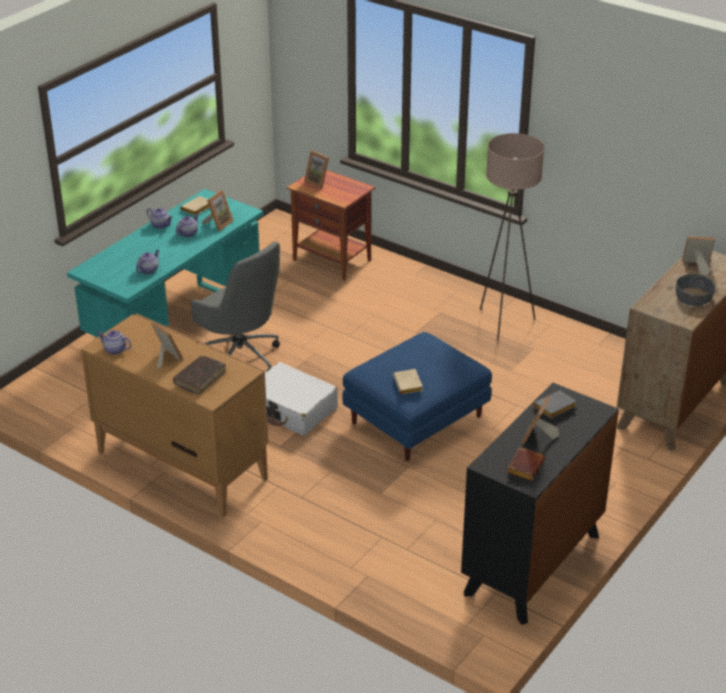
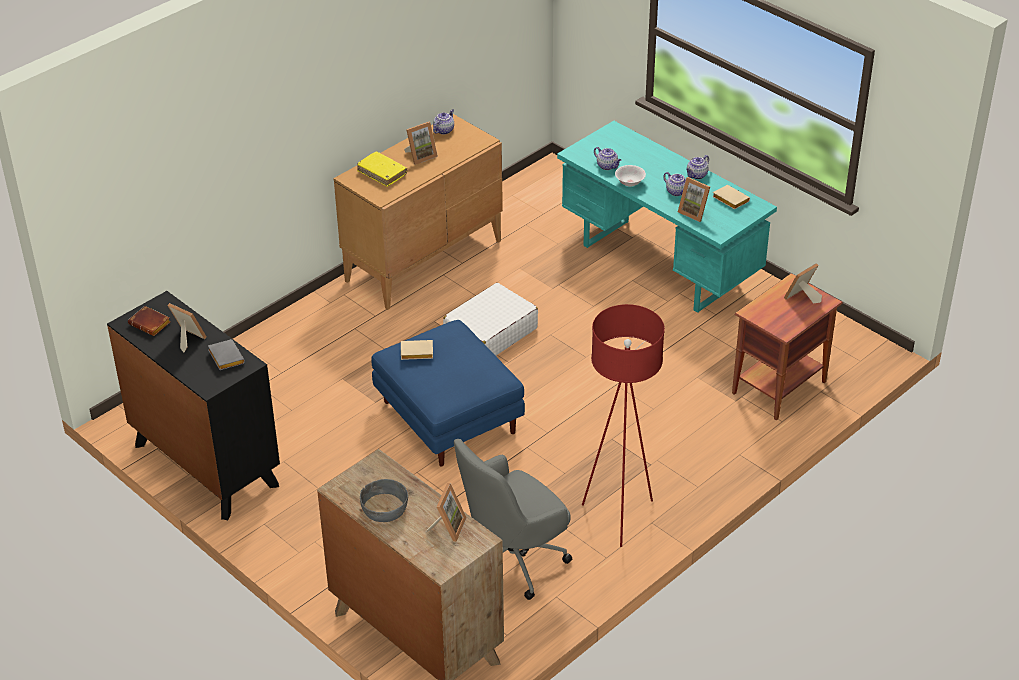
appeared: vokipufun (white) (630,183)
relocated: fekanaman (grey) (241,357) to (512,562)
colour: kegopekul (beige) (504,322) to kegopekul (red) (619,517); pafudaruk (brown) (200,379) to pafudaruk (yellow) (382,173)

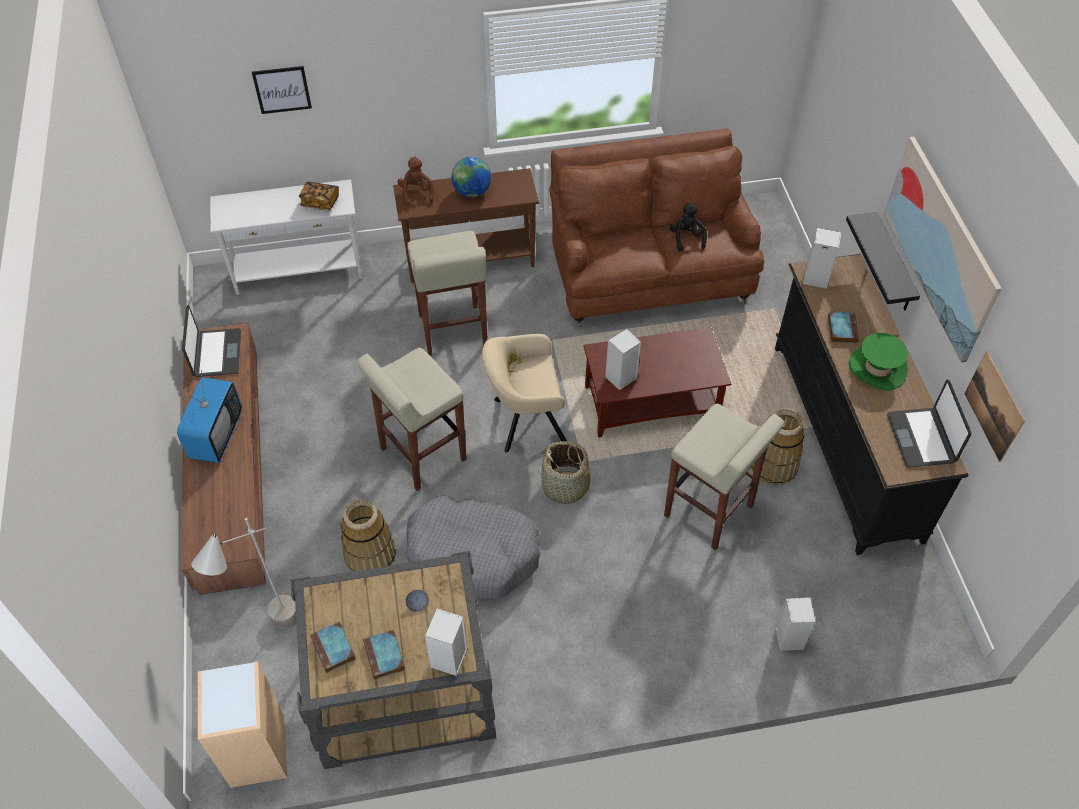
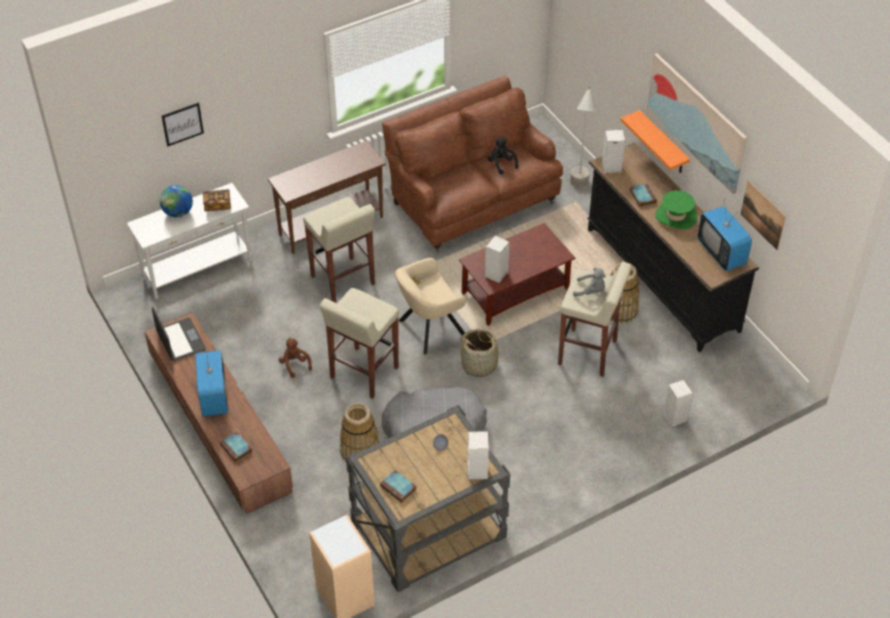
appeared: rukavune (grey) (591,291)
relocated: rukavune (brown) (416,193) to (295,364); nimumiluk (472,192) to (178,212); kegopekul (grey) (272,637) to (578,192); pafudaruk (385,657) to (236,449)
exchanged: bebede (921,438) to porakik (721,253)
colour: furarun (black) (893,265) to furarun (orange) (663,143)

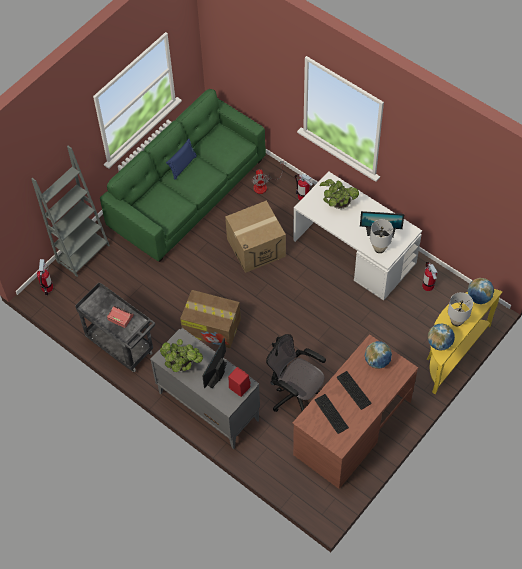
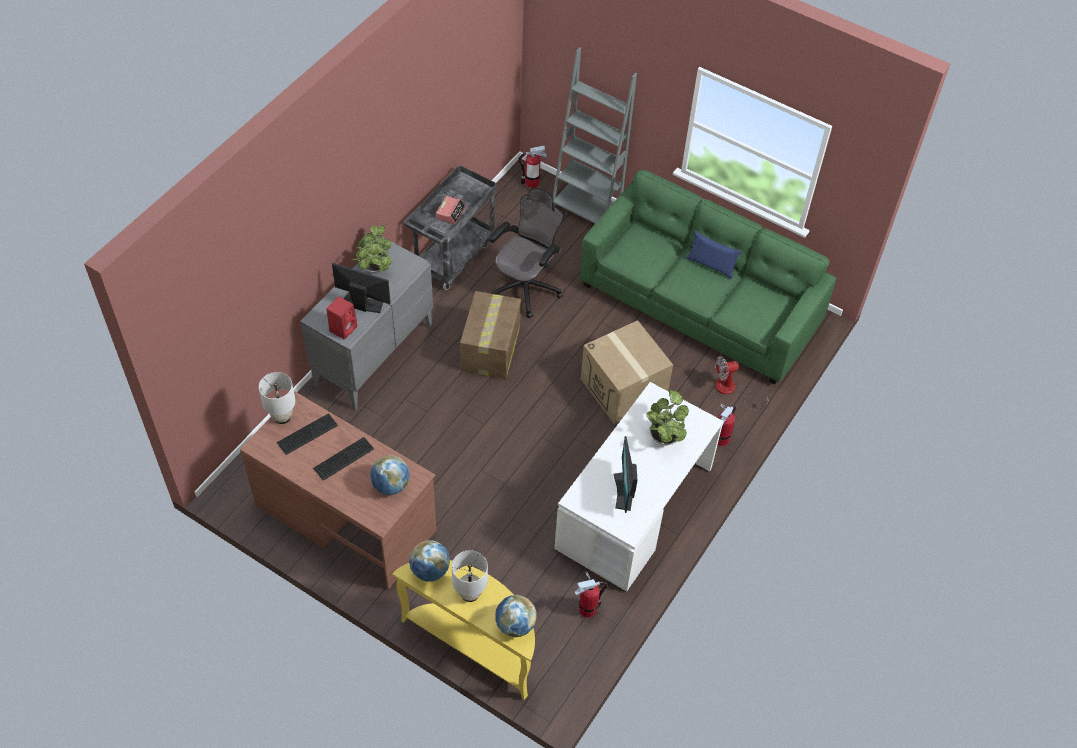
relocated: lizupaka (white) (379,248) to (282,417); fekanaman (296,395) to (526,288)

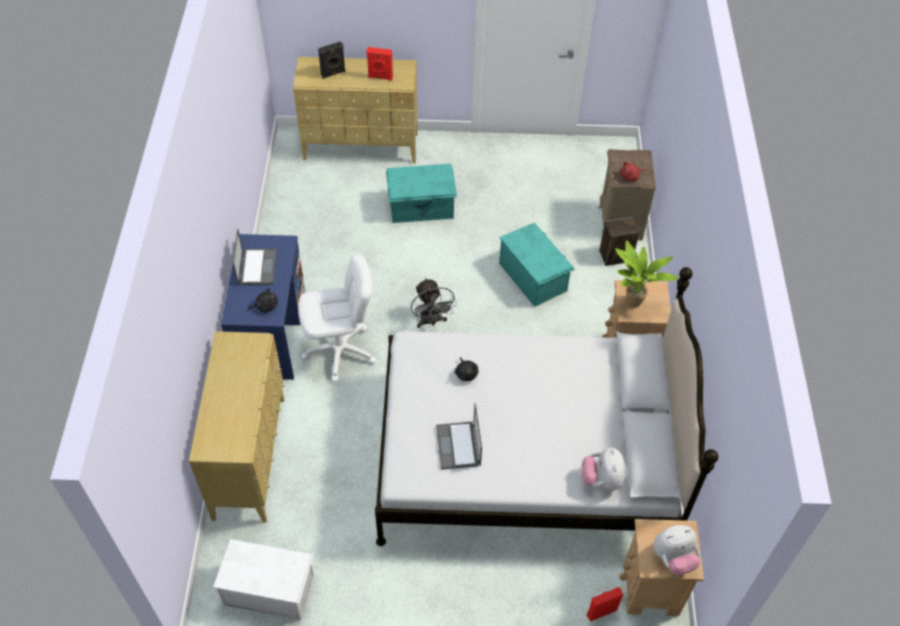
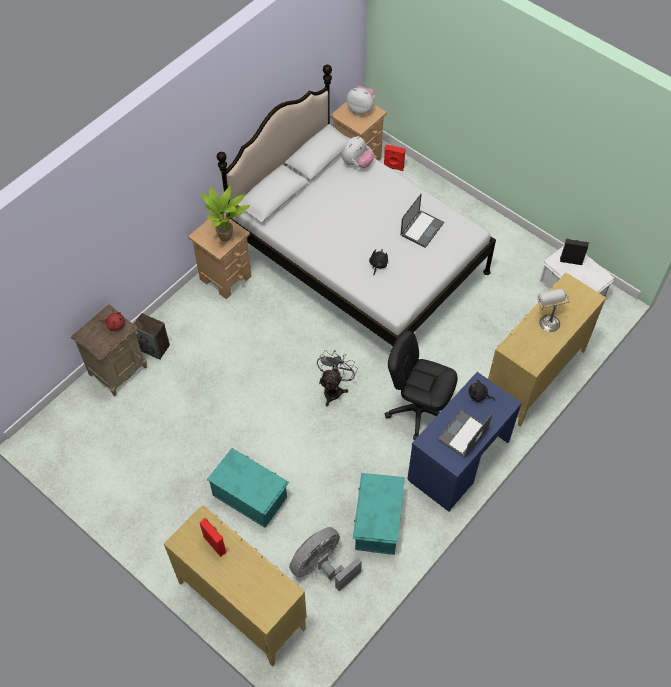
appeared: lizupaka (white) (547,319); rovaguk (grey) (322,566)
relocated: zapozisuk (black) (333,74) to (571,260); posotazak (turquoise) (533,276) to (377,522)
colour: fekanaman (white) (340,351) to fekanaman (black) (418,410)

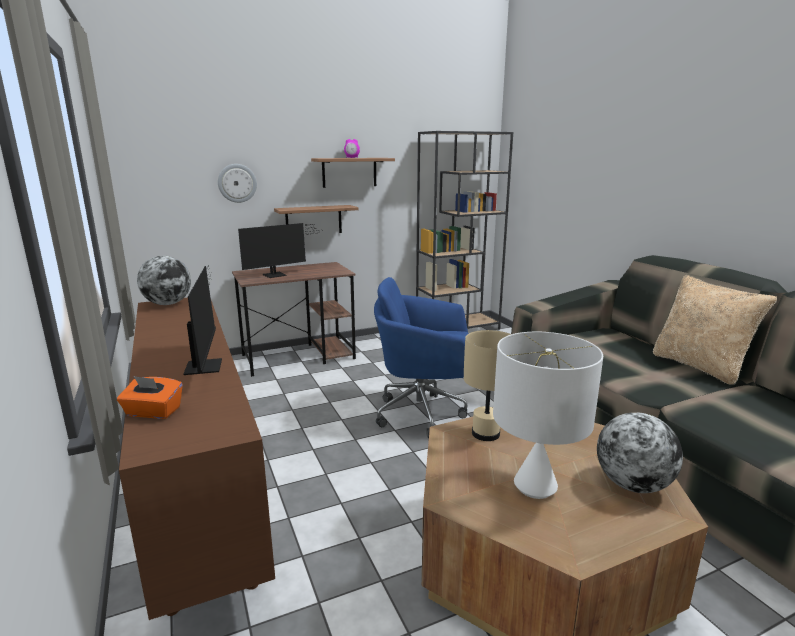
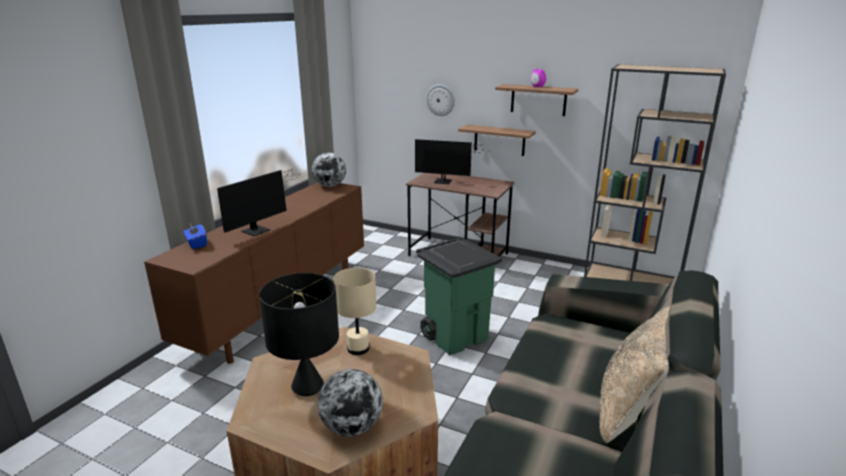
exchanged: fekanaman (blue) (424,414) to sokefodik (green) (455,336)
colour: lizupaka (white) (535,488) to lizupaka (black) (307,388); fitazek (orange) (153,412) to fitazek (blue) (196,244)

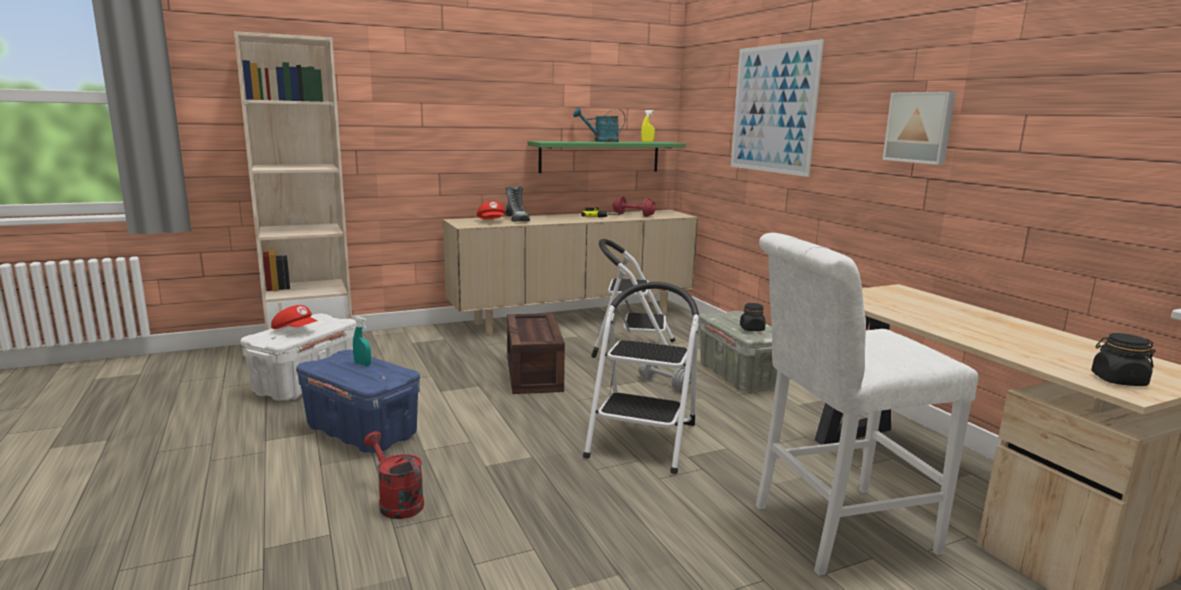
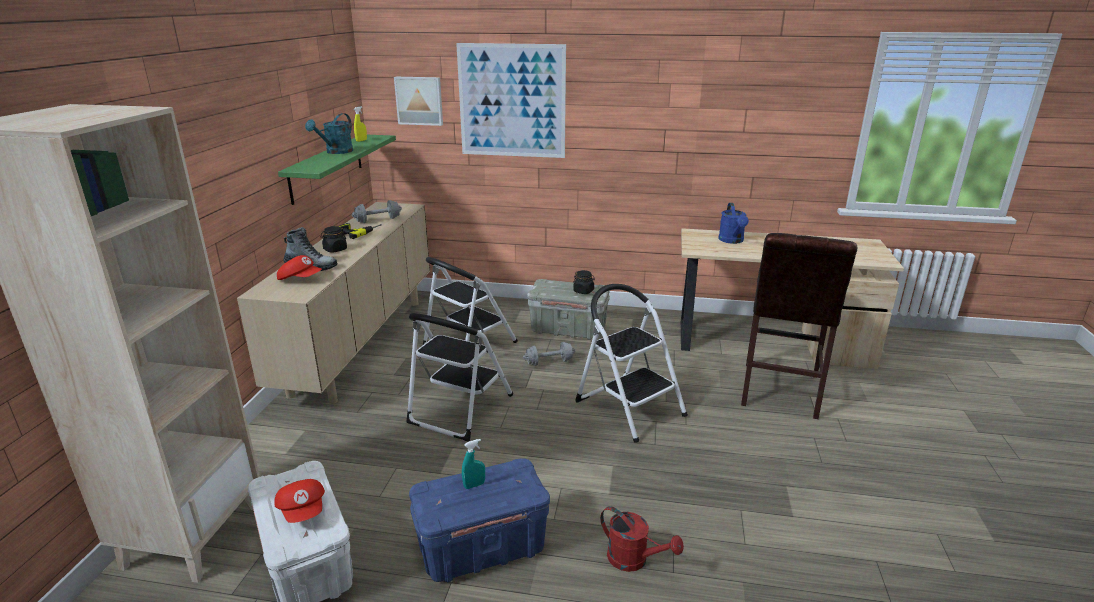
appeared: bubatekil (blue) (732,241)
relocated: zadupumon (920,127) to (419,100); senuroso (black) (1118,380) to (335,249)
exchanged: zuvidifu (532,373) to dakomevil (458,410)
colour: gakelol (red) (633,215) to gakelol (grey) (378,220); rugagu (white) (833,528) to rugagu (brown) (778,393)
spun: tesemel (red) (296,330) = (303,510) 90 degrees clockwise; bubatekil (red) (396,502) = (634,560) 135 degrees counterclockwise

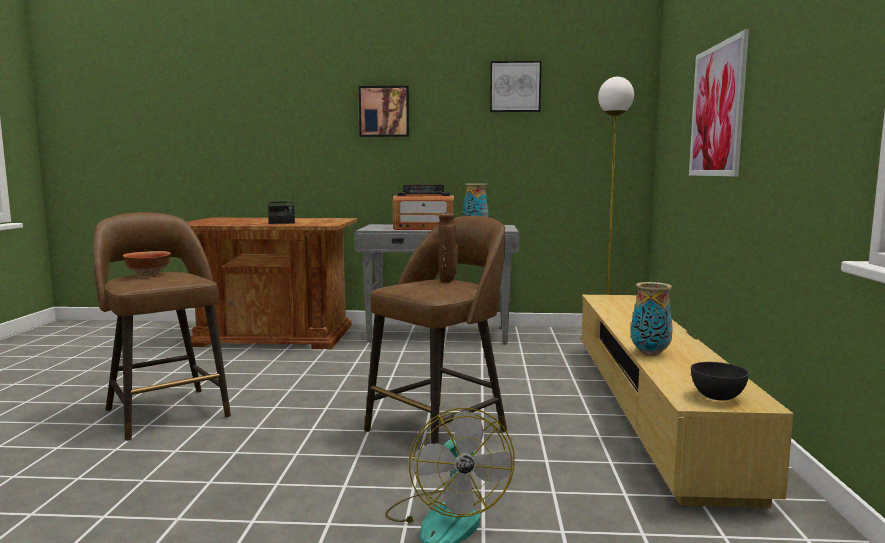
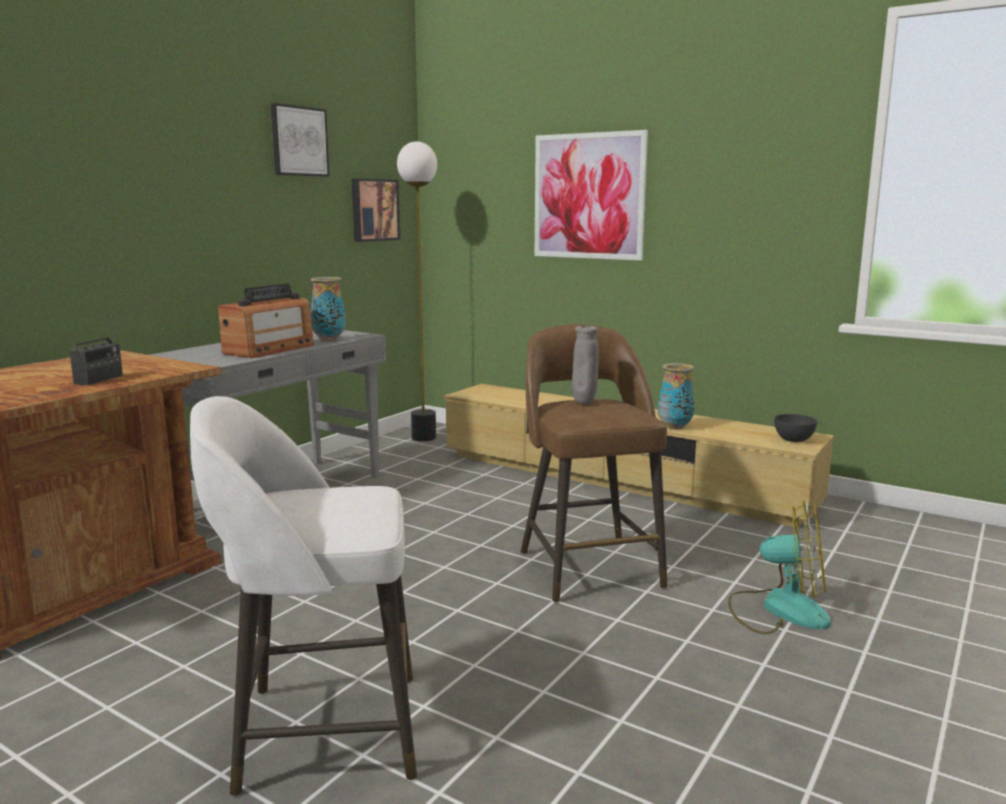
missing: vokipufun (149,274)
relocated: zadupumon (384,111) to (374,210)
colour: rugagu (brown) (166,412) to rugagu (white) (323,731); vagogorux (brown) (448,281) to vagogorux (grey) (584,403)

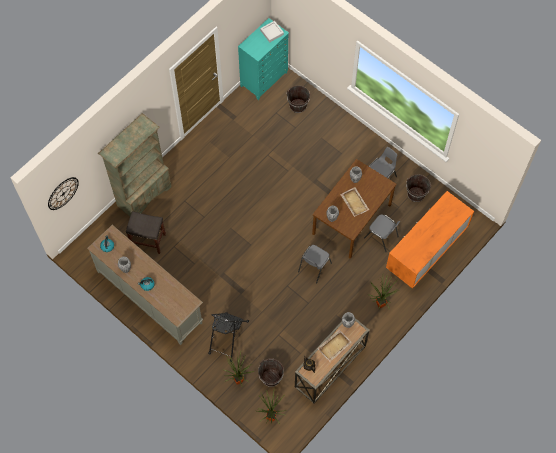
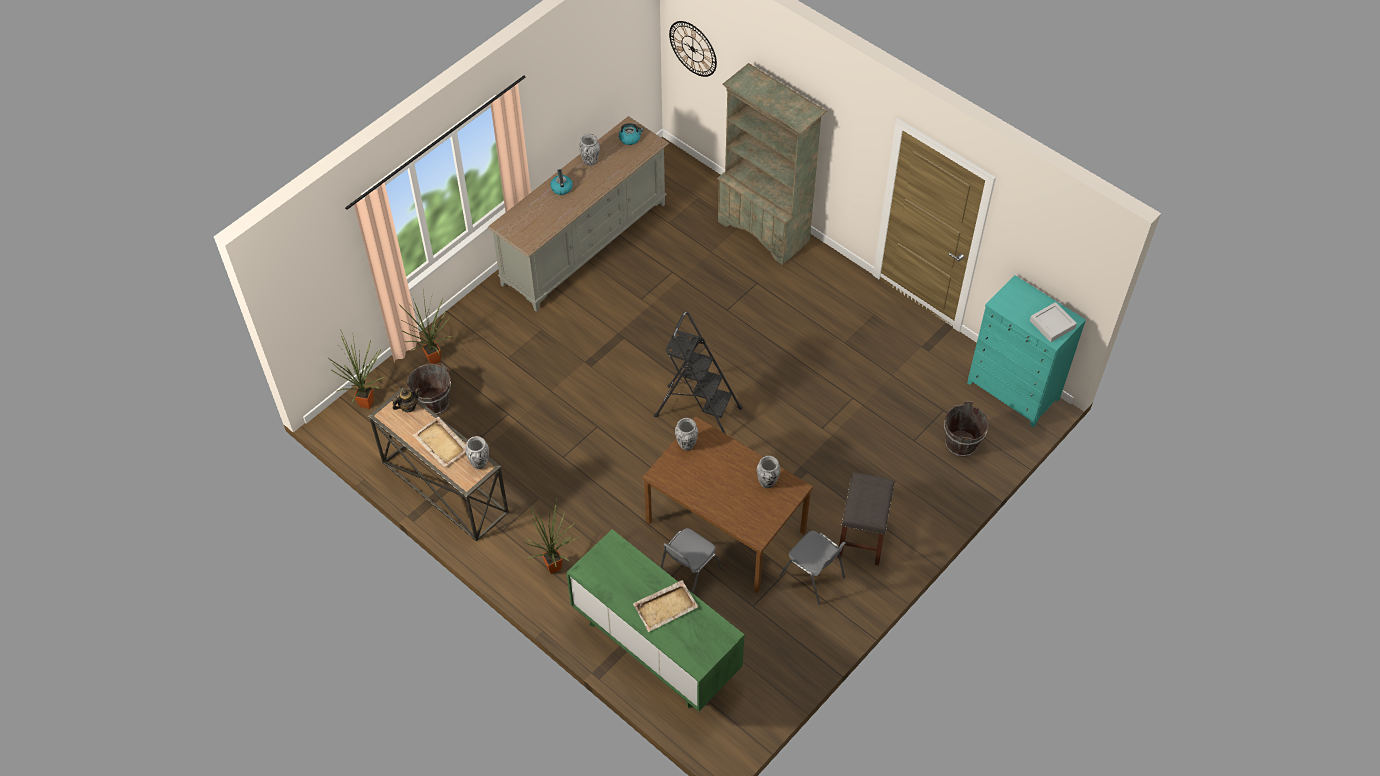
missing: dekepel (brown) (416,194); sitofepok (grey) (314,267)
relocated: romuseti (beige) (354,202) to (666,606); rugagu (grey) (149,240) to (862,538); dakomevil (228,337) to (697,411)
colour: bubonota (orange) (425,253) to bubonota (green) (655,648)

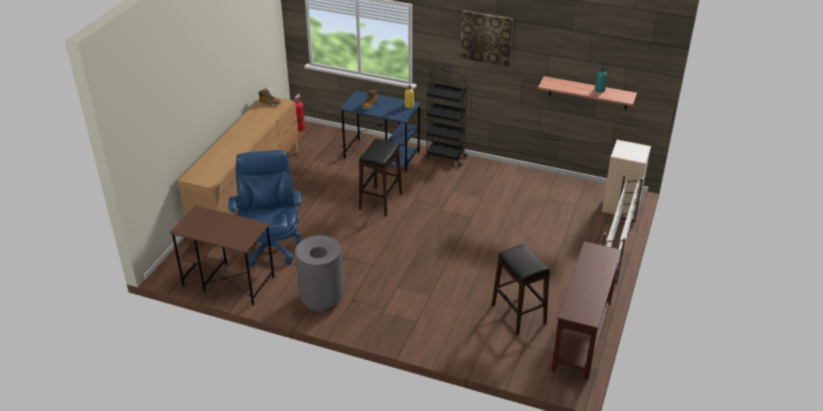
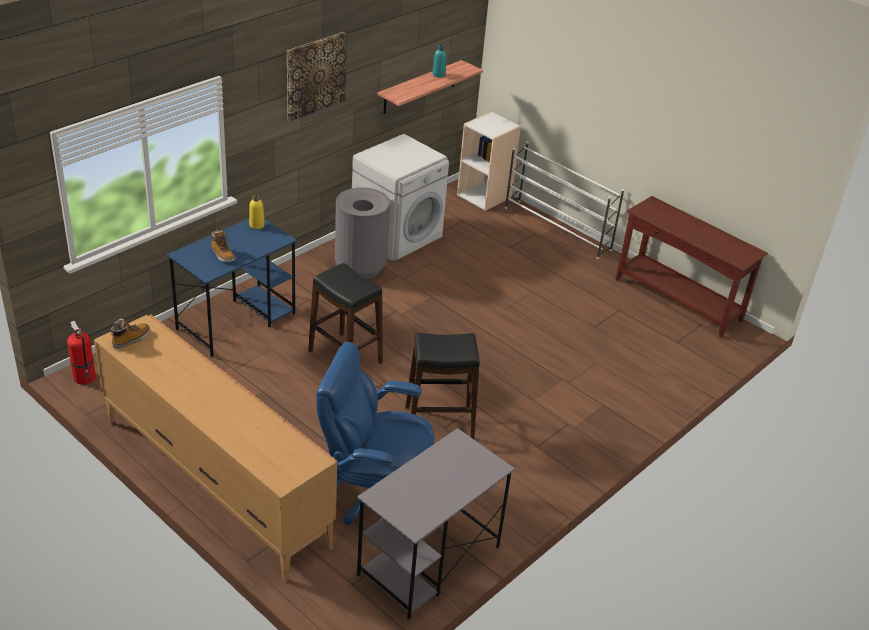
missing: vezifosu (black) (445,157)
appeared: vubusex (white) (398,235)
relocated: sokefodik (grey) (322,299) to (360,268); rugagu (black) (519,314) to (439,422)
colour: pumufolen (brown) (228,281) to pumufolen (grey) (428,561)

